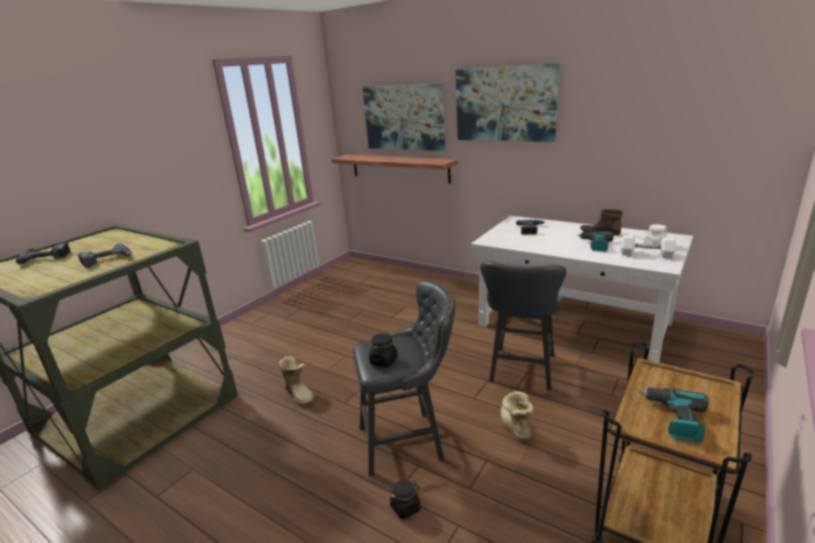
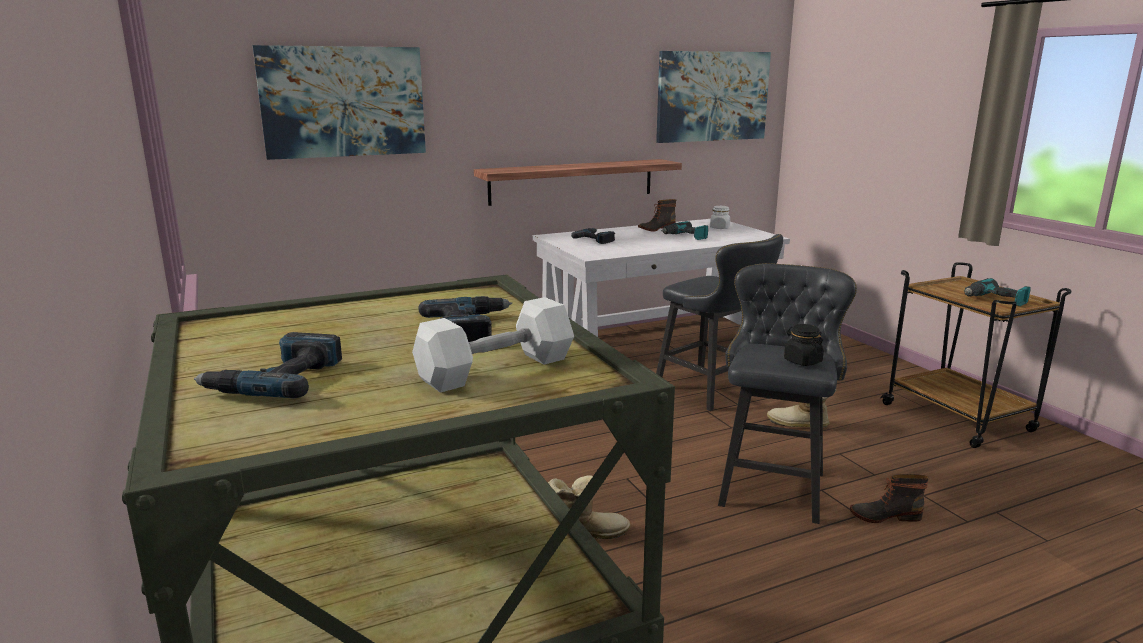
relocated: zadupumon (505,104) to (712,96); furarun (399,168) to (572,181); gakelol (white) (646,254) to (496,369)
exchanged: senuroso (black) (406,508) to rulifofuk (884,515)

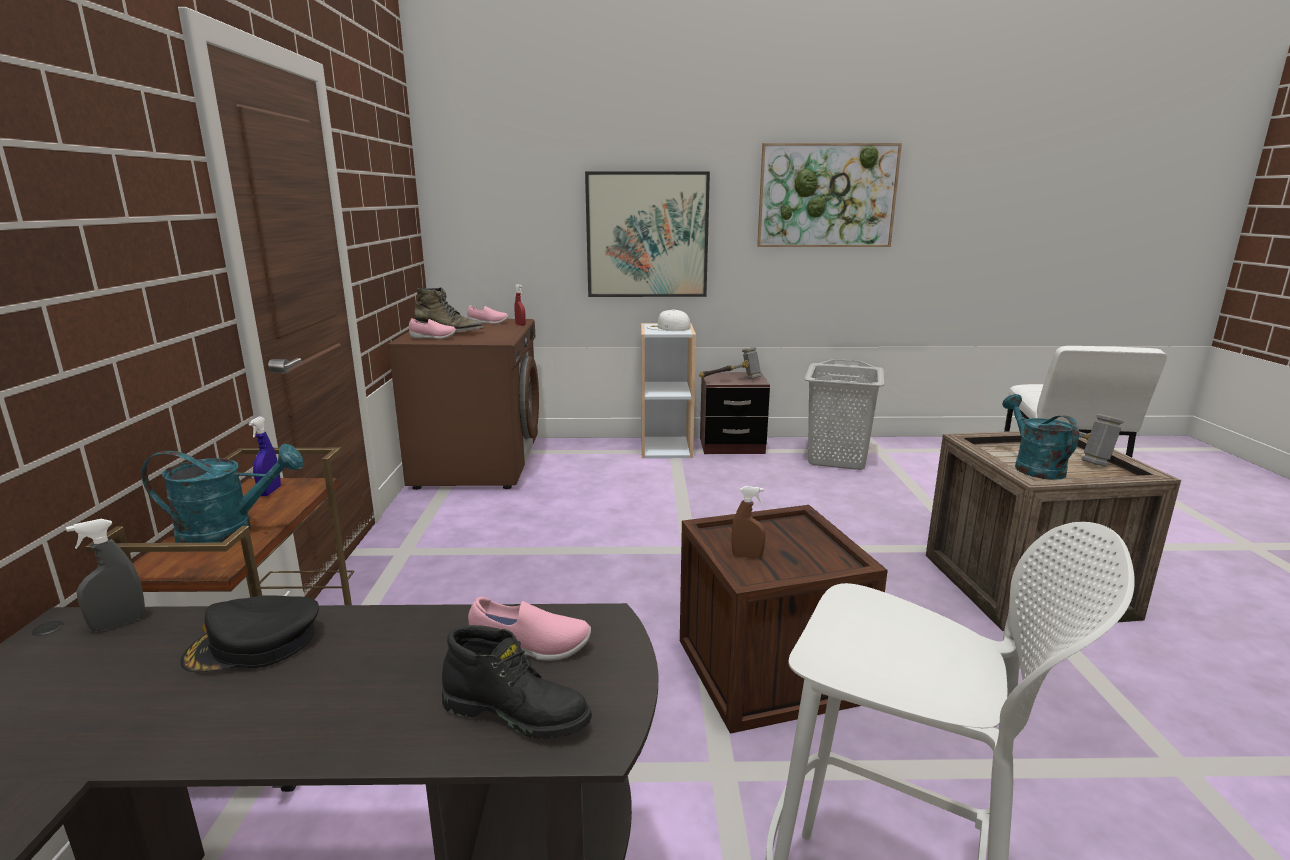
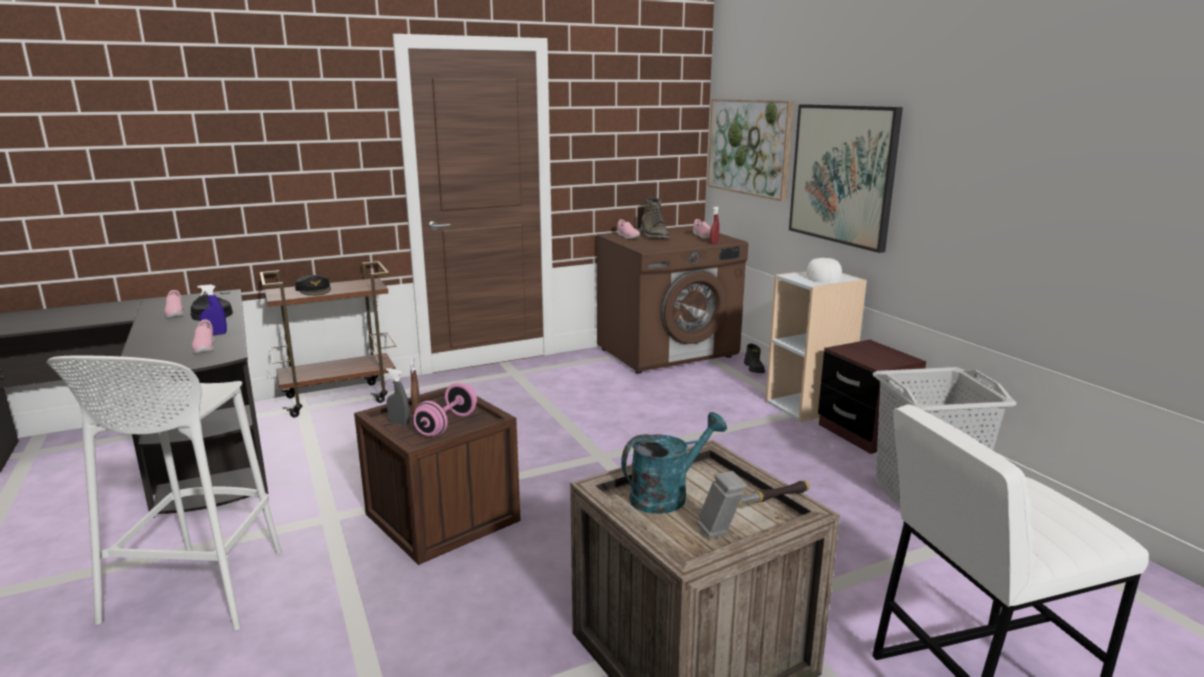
missing: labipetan (731,380)
appeared: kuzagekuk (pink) (175,315); gakelol (pink) (447,425)
relocated: zadupumon (826,196) to (749,147); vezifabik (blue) (270,492) to (215,334); vezifabik (grey) (118,623) to (399,423); rulifofuk (black) (517,712) to (754,369)
exchanged: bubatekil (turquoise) (229,531) to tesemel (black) (314,290)

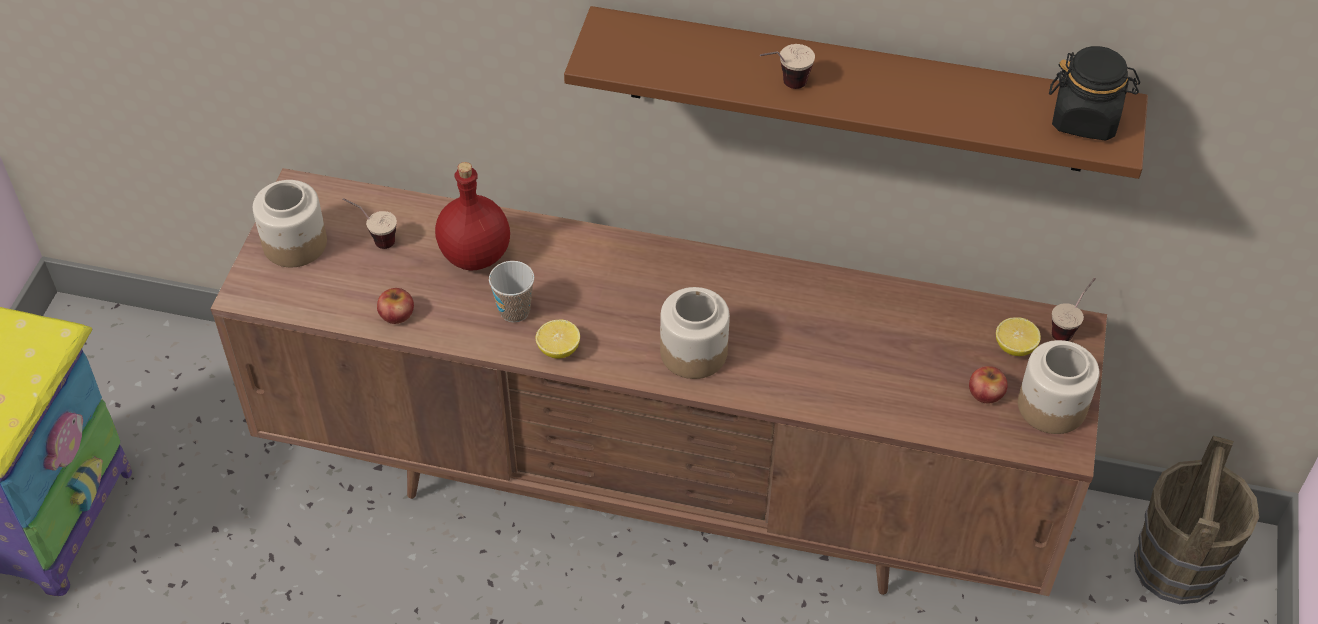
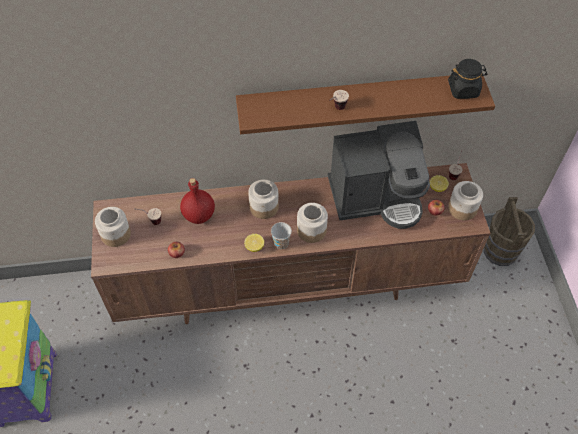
appeared: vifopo (376,197); senuroso (263,207)
relocated: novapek (514,311) to (281,243)

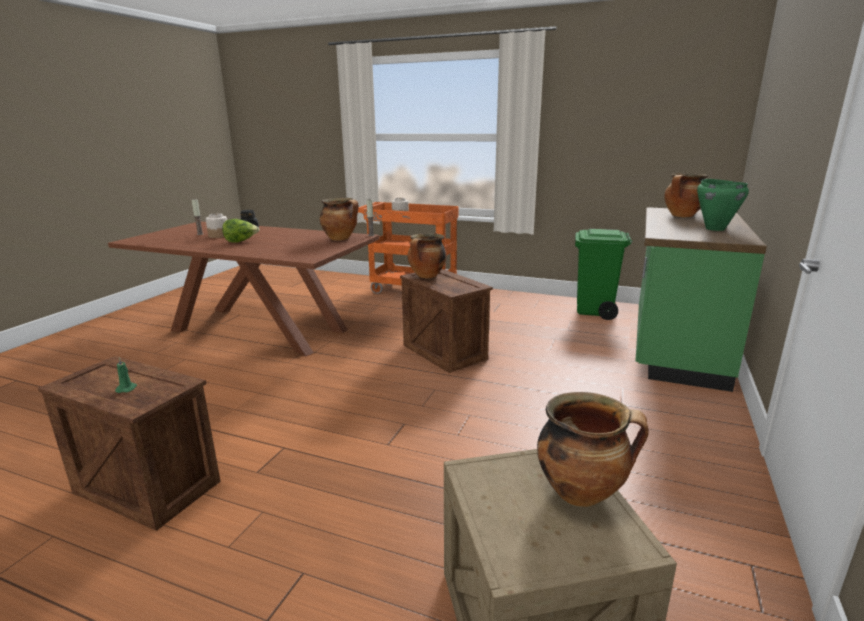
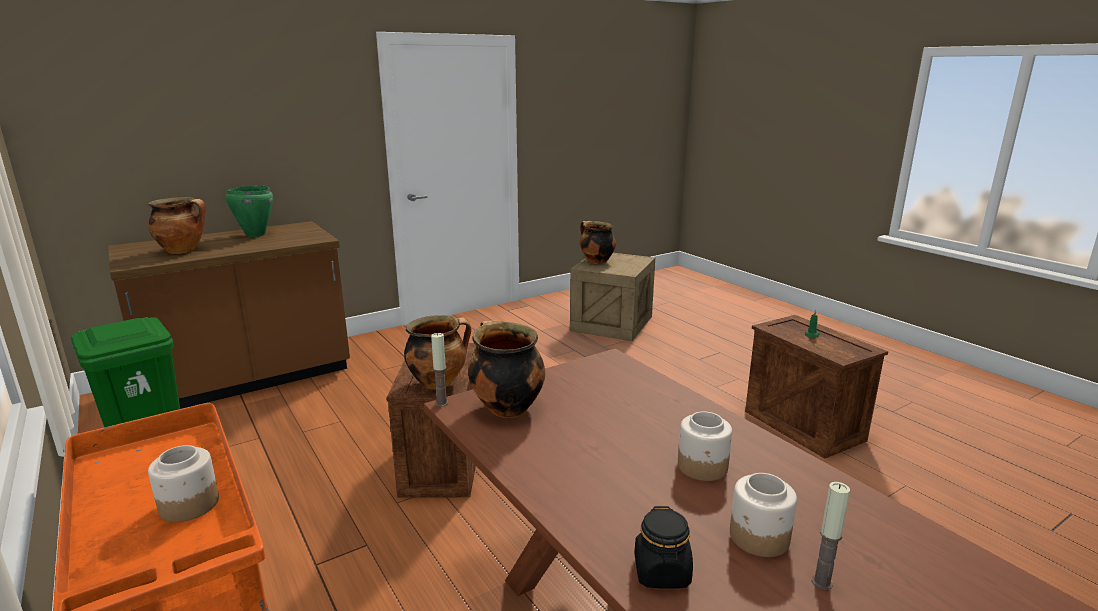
exchanged: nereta (241,241) to senuroso (703,467)
colour: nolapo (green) (675,348) to nolapo (brown) (249,379)

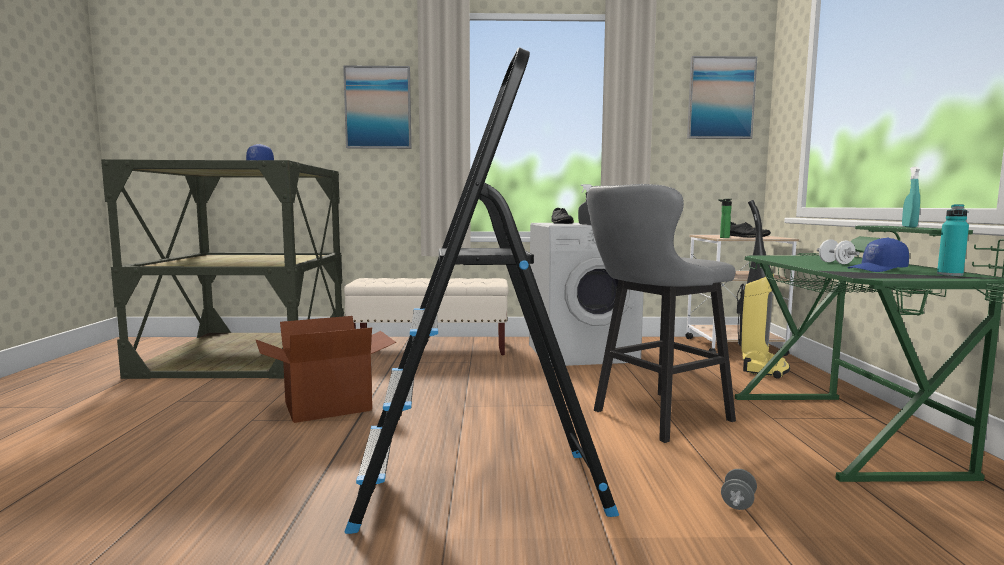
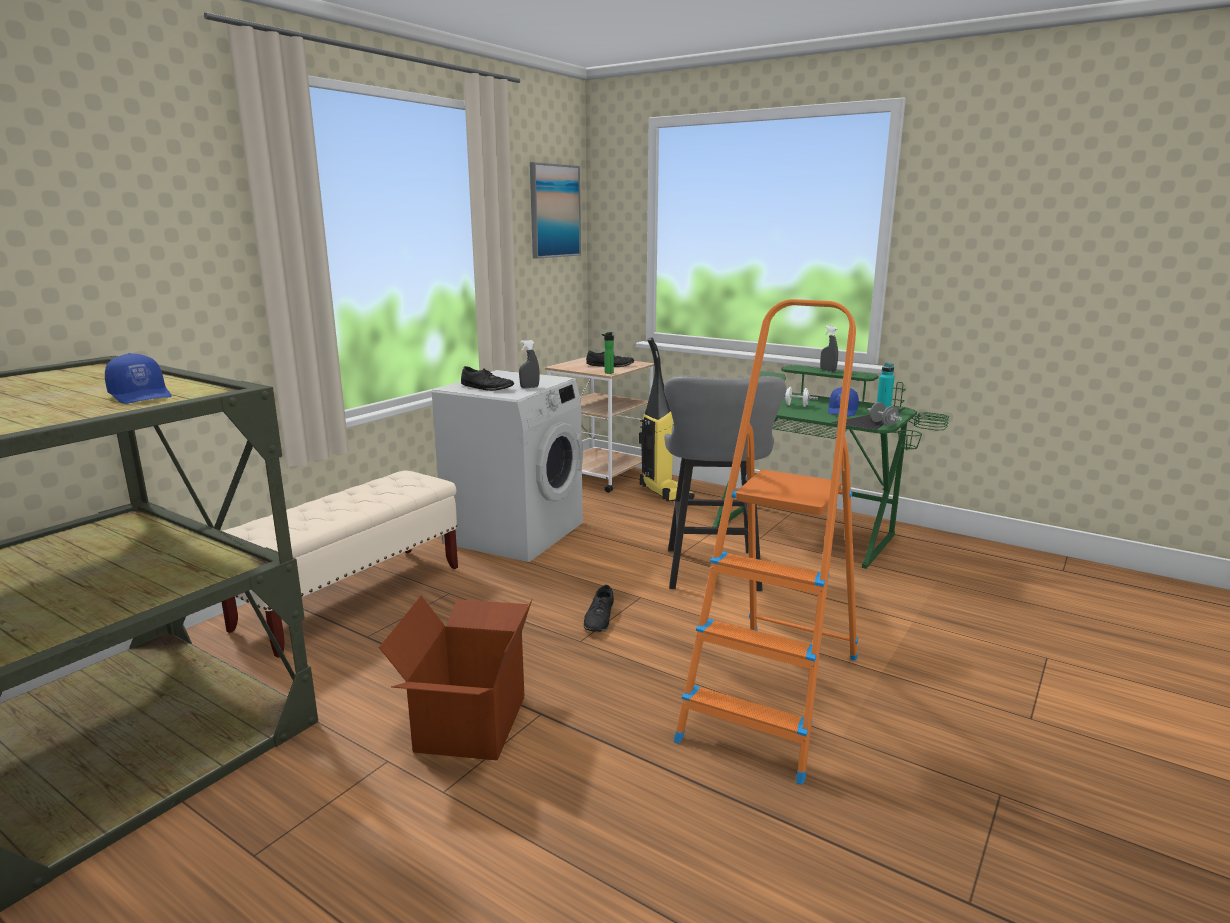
missing: zadupumon (378,108)
appeared: kuzagekuk (black) (599,619)
relocated: gakelol (grey) (738,503) to (882,424)
colour: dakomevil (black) (477,489) to dakomevil (orange) (773,696); vezifabik (turquoise) (909,227) to vezifabik (grey) (828,370)

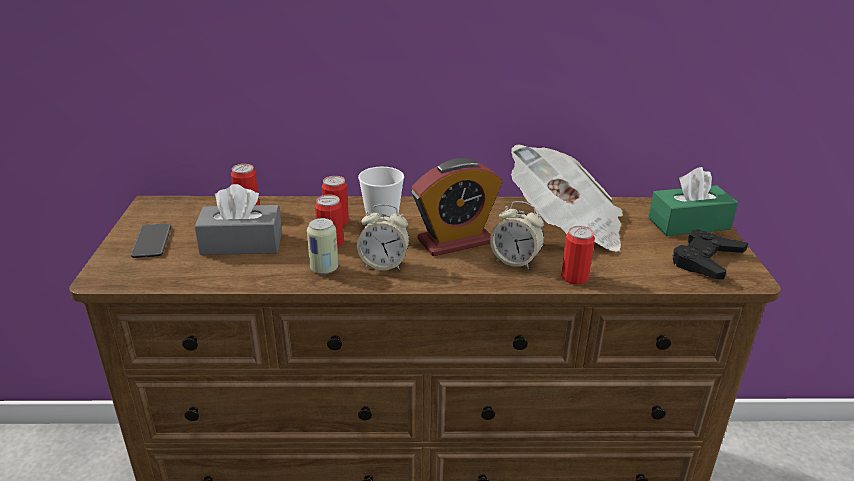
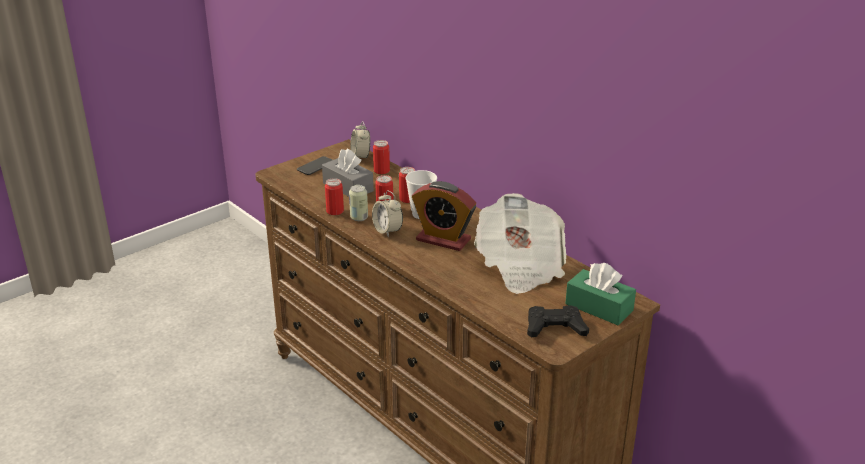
relocated: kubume (515,261) to (360,157); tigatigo (574,277) to (335,211)

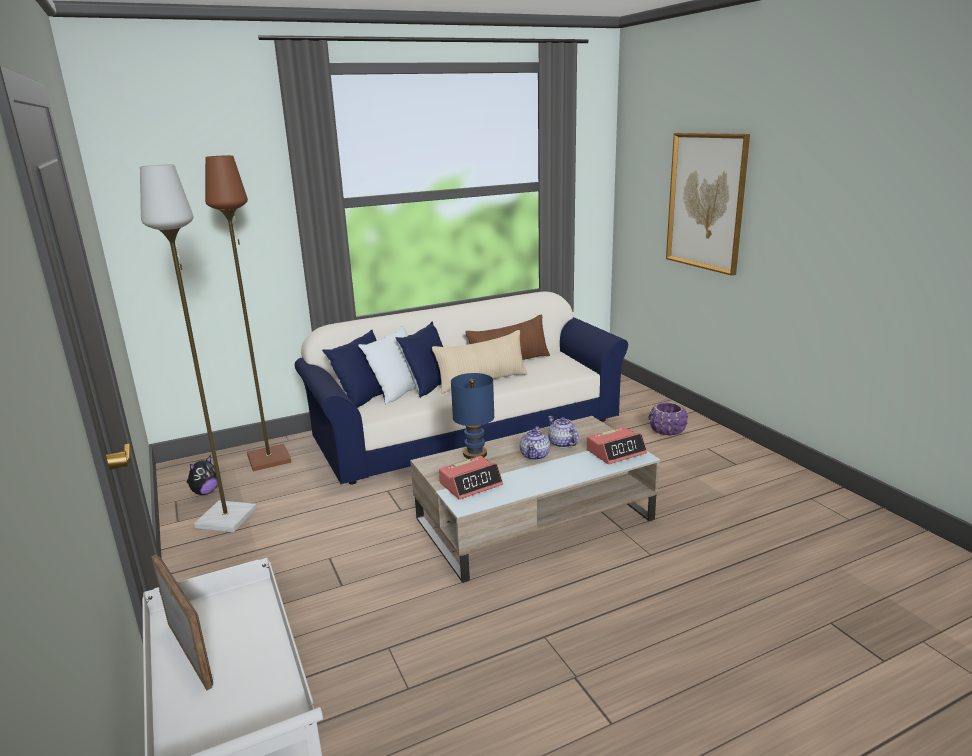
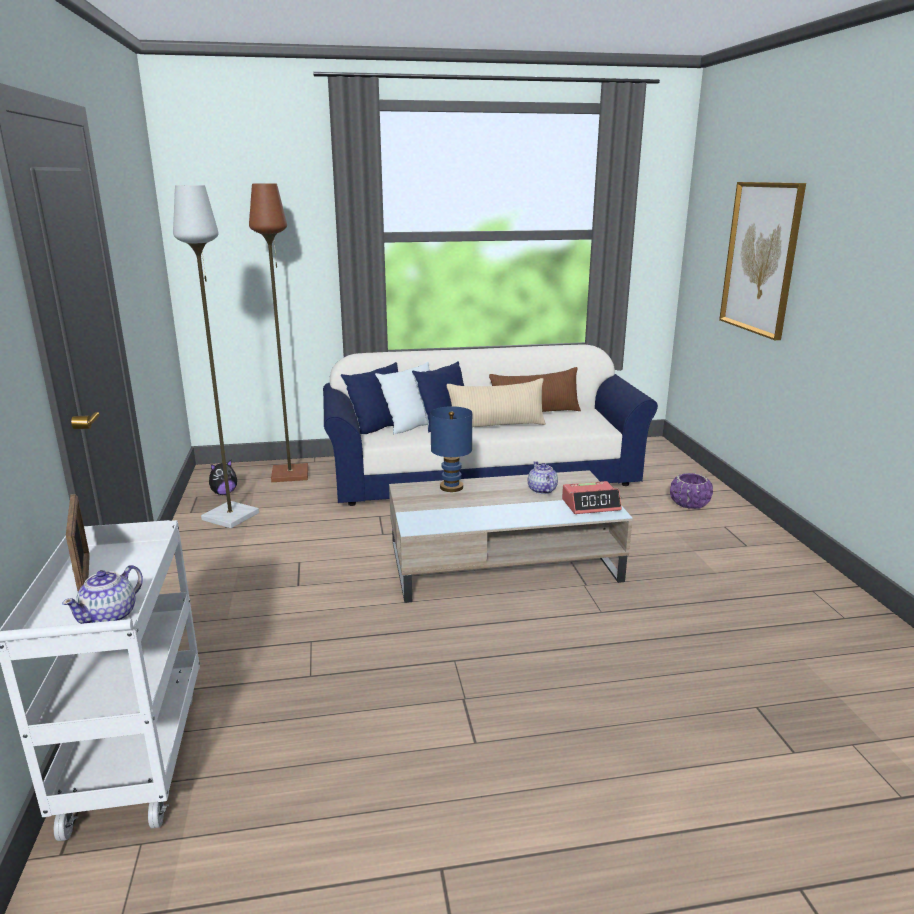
missing: kubume (471,484)
relocated: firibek (535,455) to (110,616)

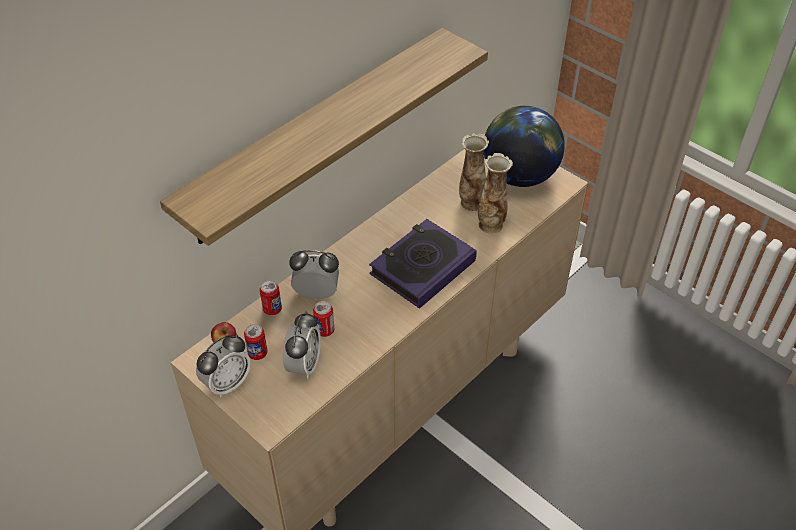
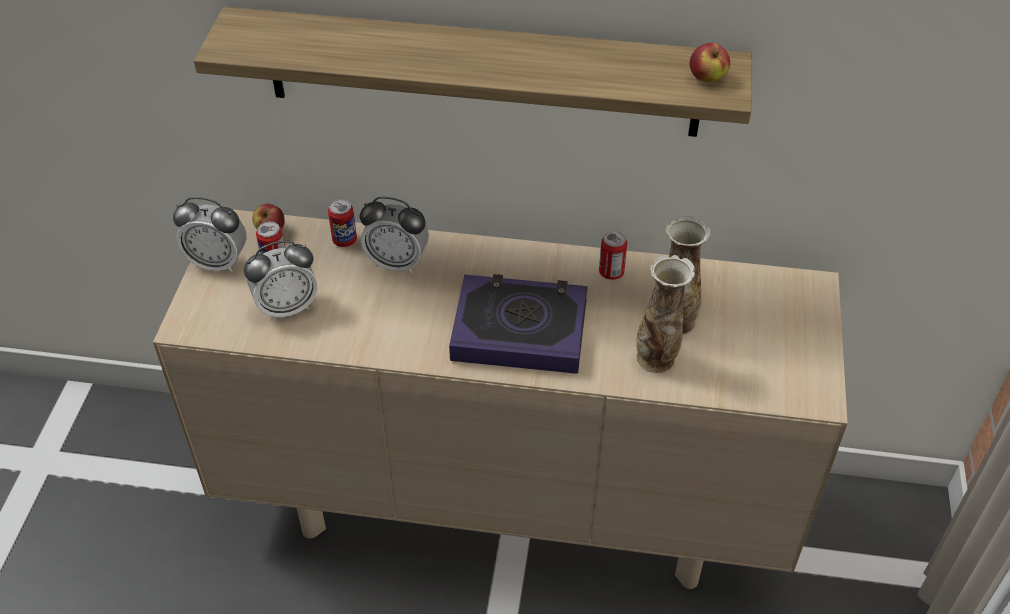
missing: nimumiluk (519,176)
appeared: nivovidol (707,78)
relocated: tigatigo (324,330) to (611,272)
spun: kubume (316,294) = (397,262) 135 degrees clockwise

